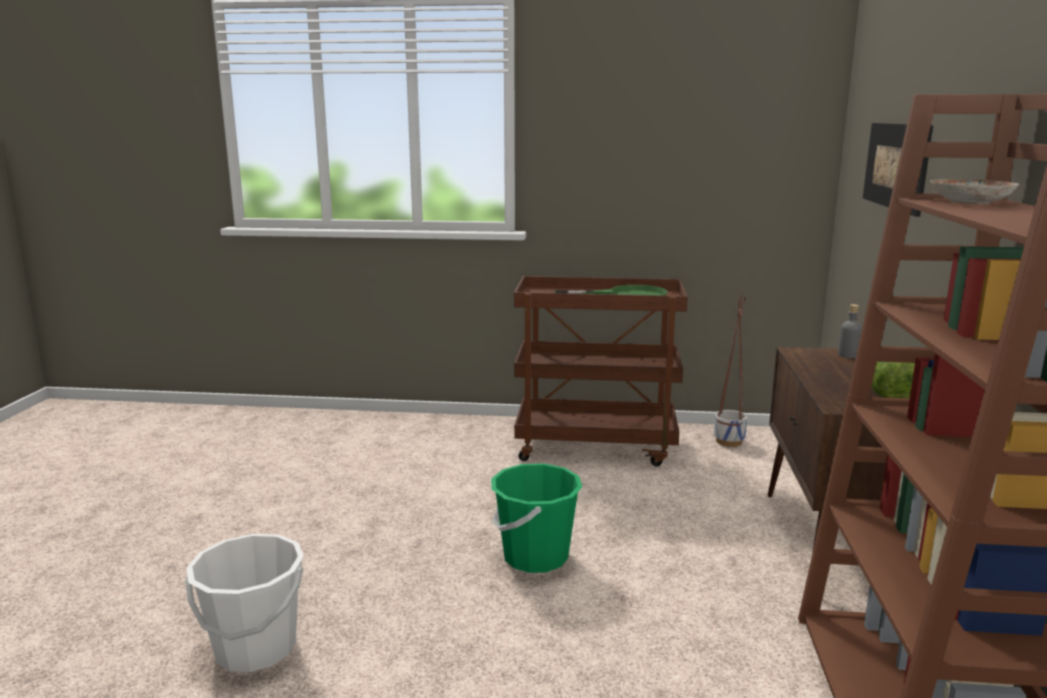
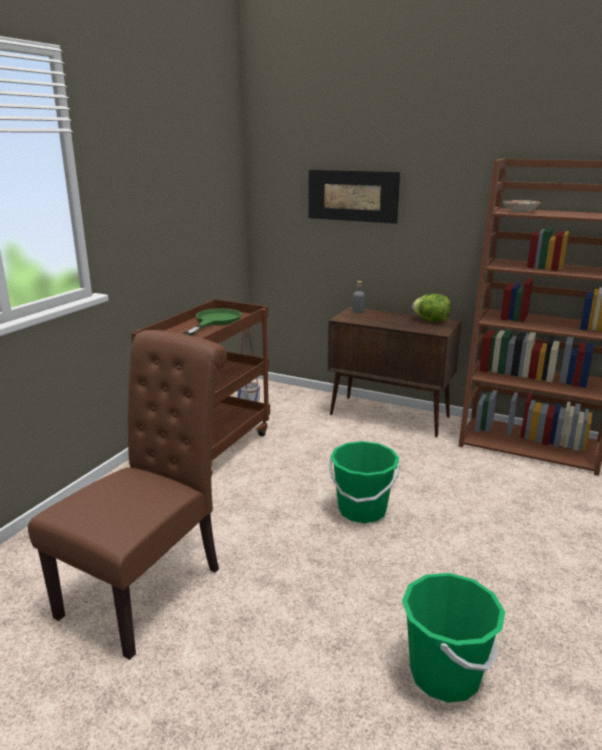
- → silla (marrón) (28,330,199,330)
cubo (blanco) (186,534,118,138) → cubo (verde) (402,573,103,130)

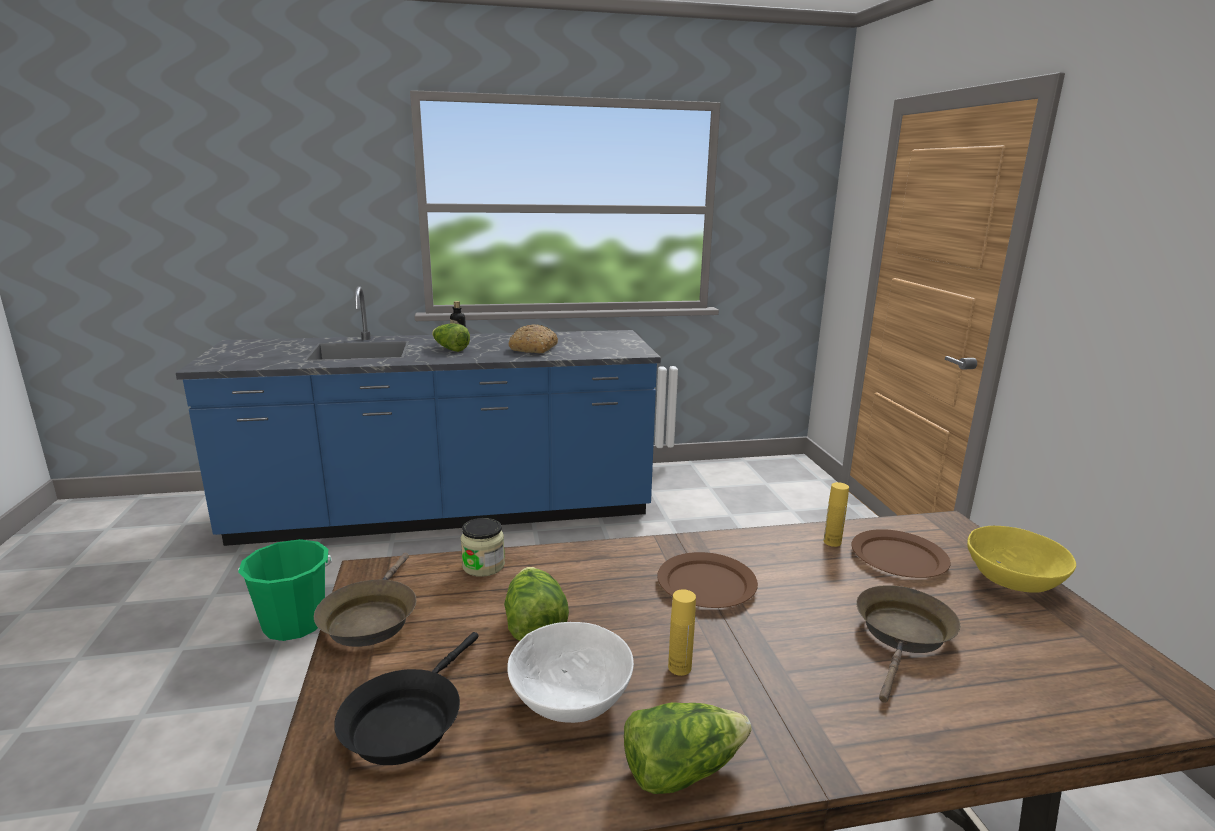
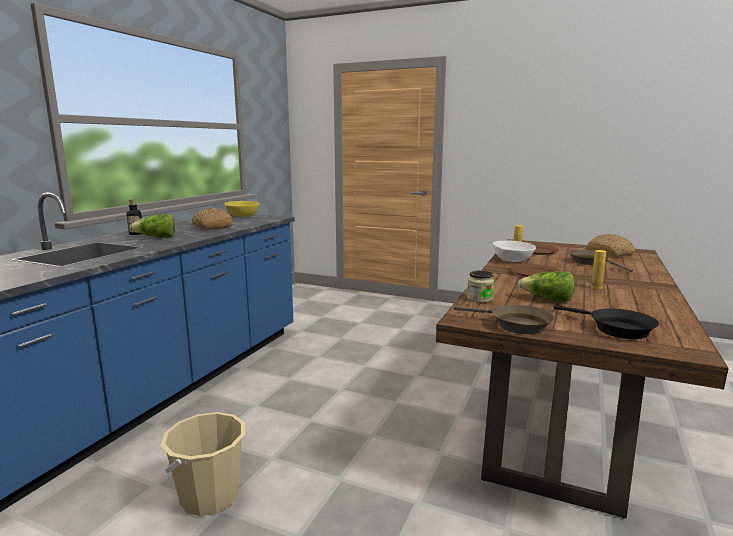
cubo (verde) (238,539,94,102) → cubo (beis) (161,412,84,104)
cuenco (amarillo) (967,526,109,67) → cuenco (amarillo) (224,201,36,16), relocated
cuenco (blanco) (507,622,127,101) → cuenco (blanco) (493,241,43,21), relocated
- → pan (587,234,48,23)
lechuga (624,702,128,92) → -

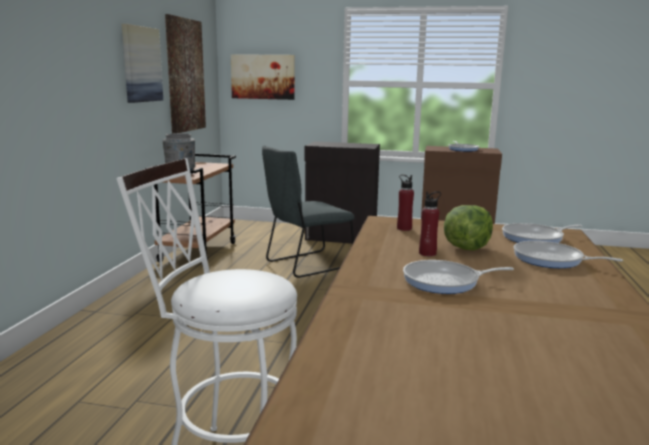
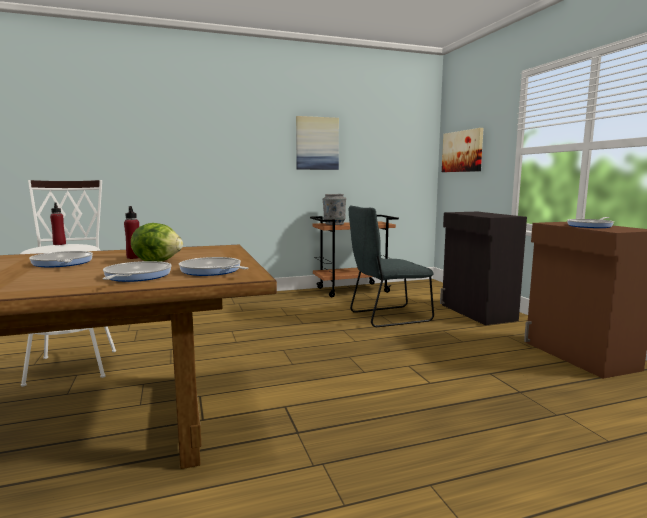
botella (rojo) (397,174,17,57) → botella (rojo) (50,202,16,43), relocated
silla (gris) (262,146,93,132) → silla (gris) (349,206,85,121), 45 degrees counterclockwise
cuadro (165,14,41,120) → -

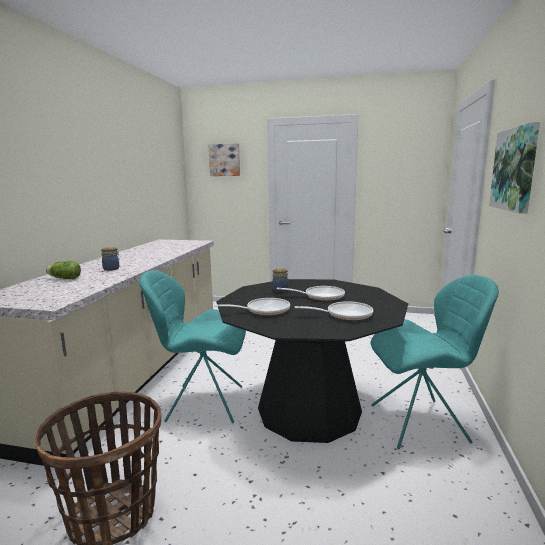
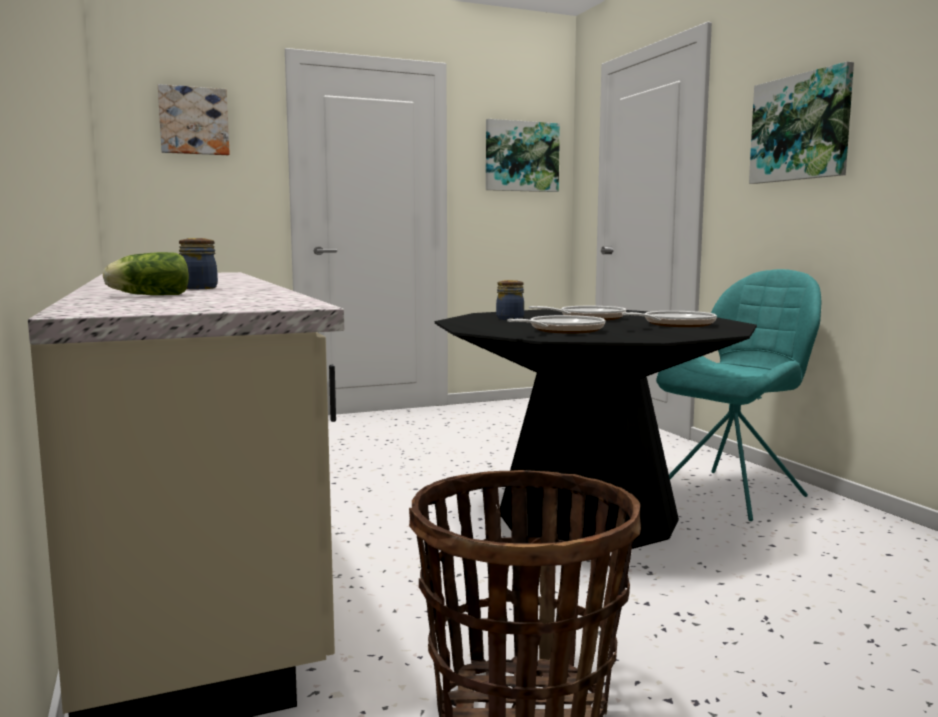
- → cuadro (486,119,74,73)
silla (turquesa) (139,270,107,153) → -

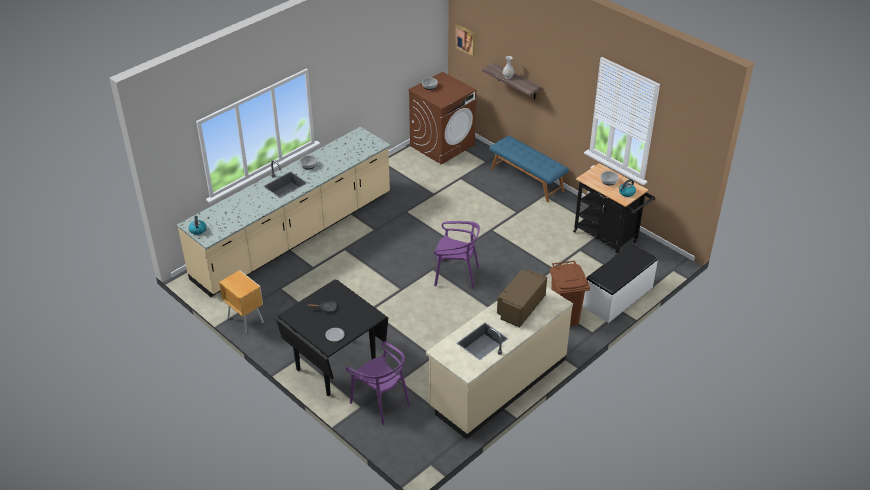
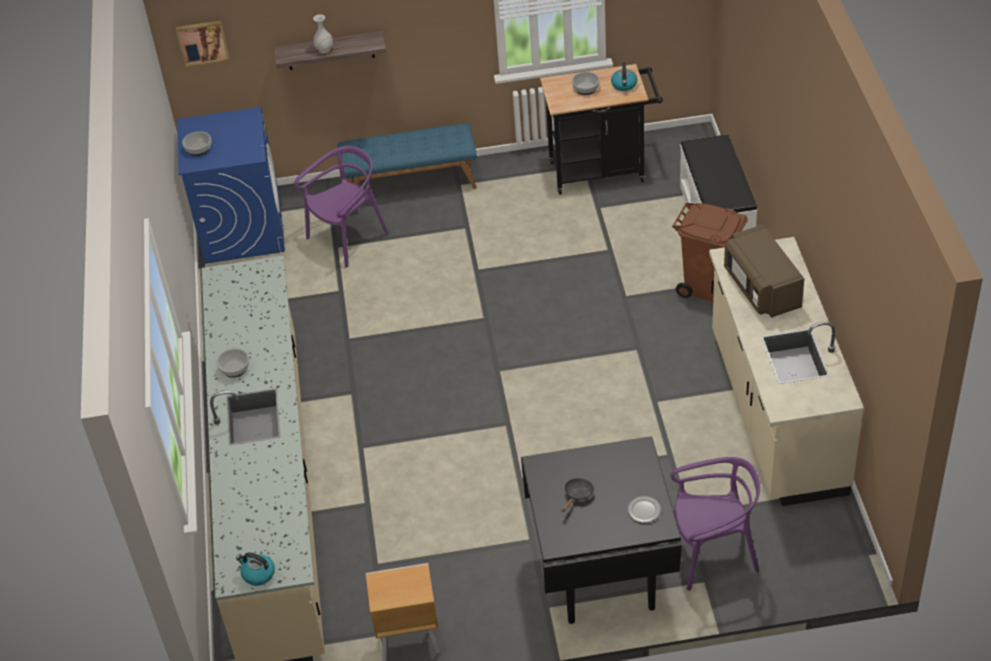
lavadora (marrón) (408,72,68,93) → lavadora (azul) (177,107,108,157)
silla (morado) (434,221,46,67) → silla (morado) (294,146,95,122), relocated

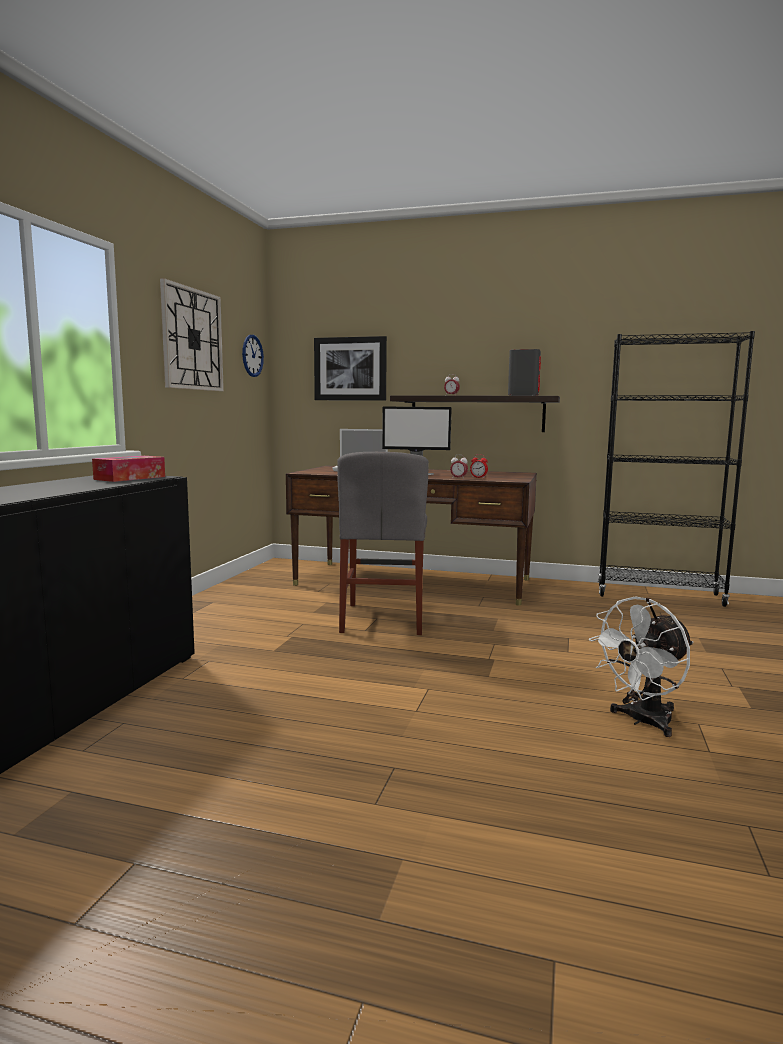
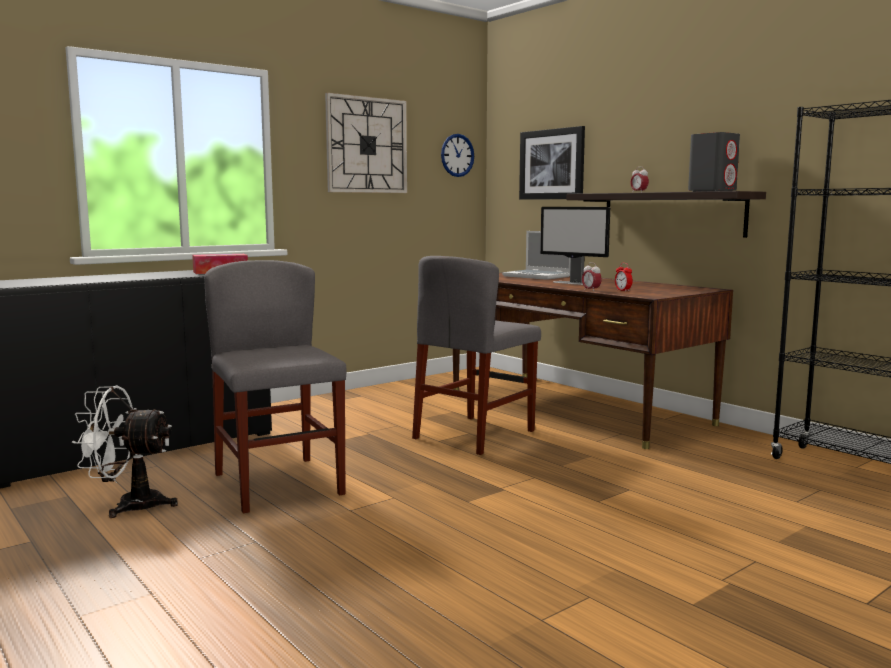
ventilador (blanco) (589,596,104,141) → ventilador (blanco) (72,386,106,132), relocated
- → silla (gris) (204,260,142,253)

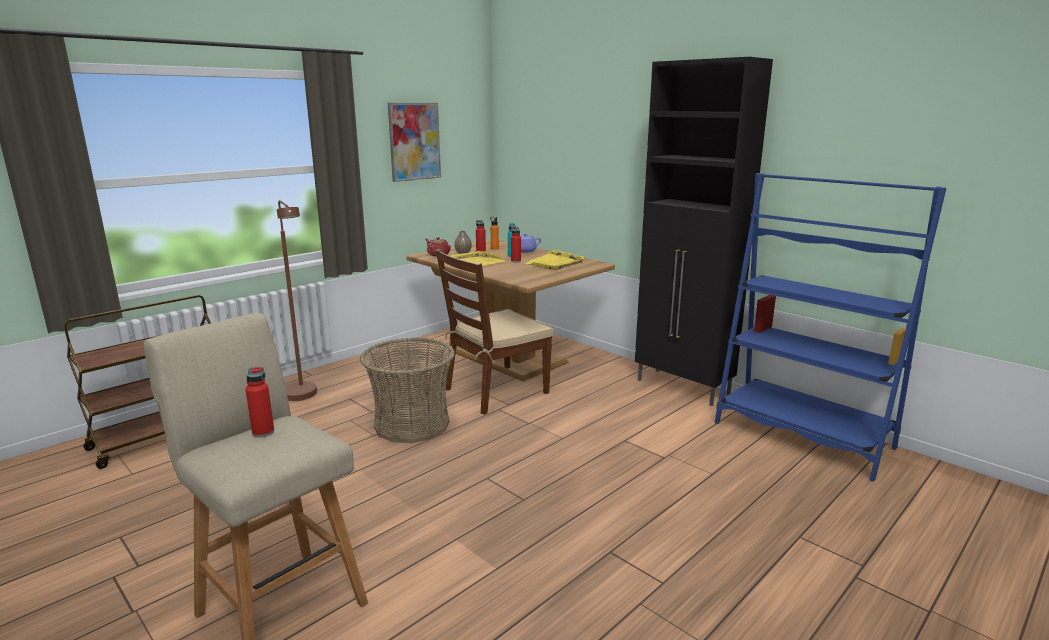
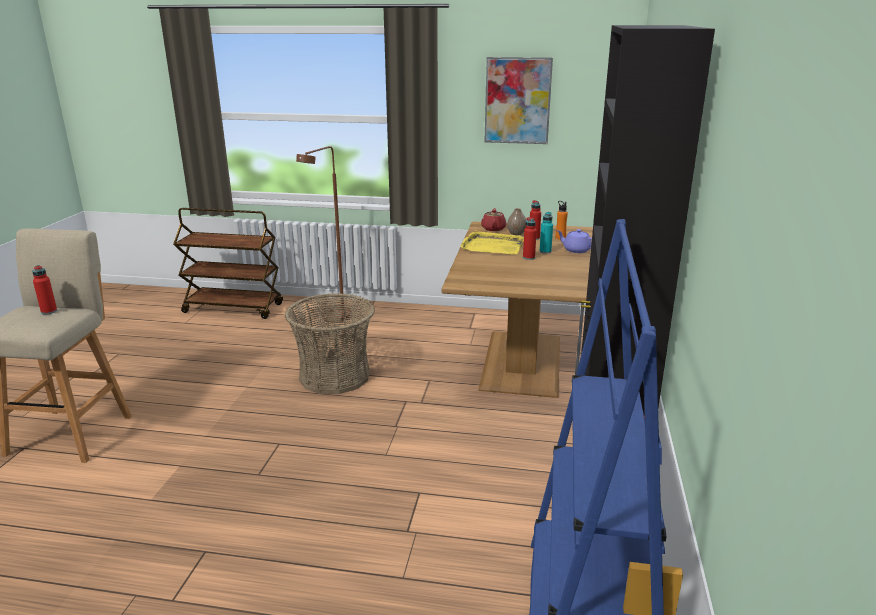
silla (marrón) (436,249,117,166) → -
bandeja (amarillo) (525,250,60,20) → -

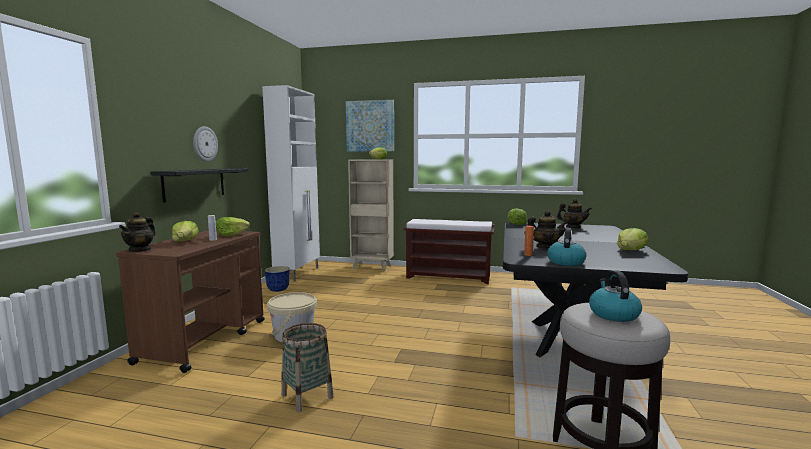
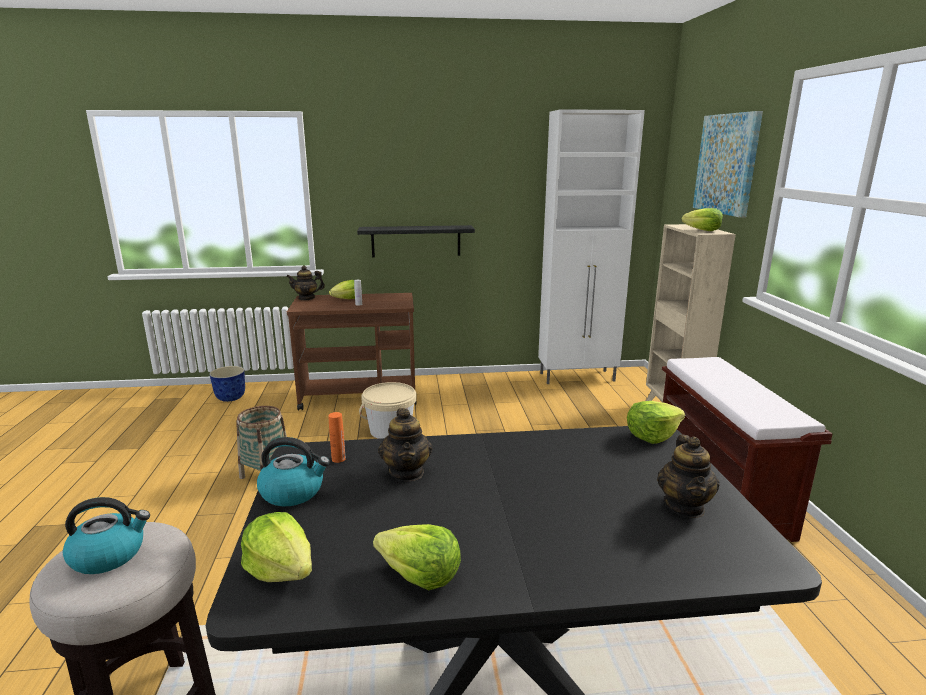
maceta (265,266,25,26) → maceta (209,366,36,36), relocated
lechuga (216,217,34,19) → lechuga (241,512,71,70), relocated
reloj de pared (193,126,25,36) → -

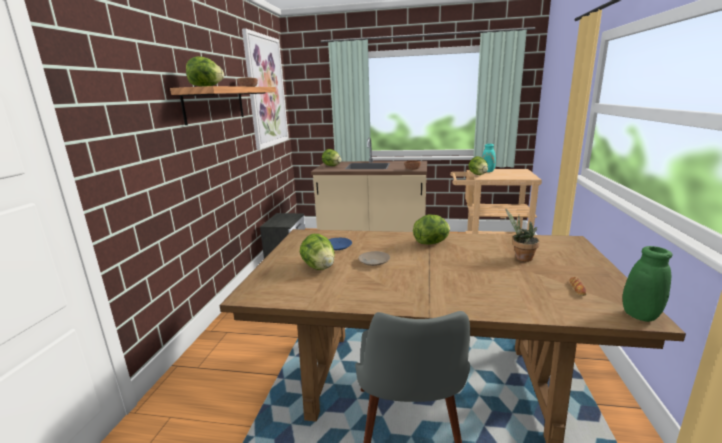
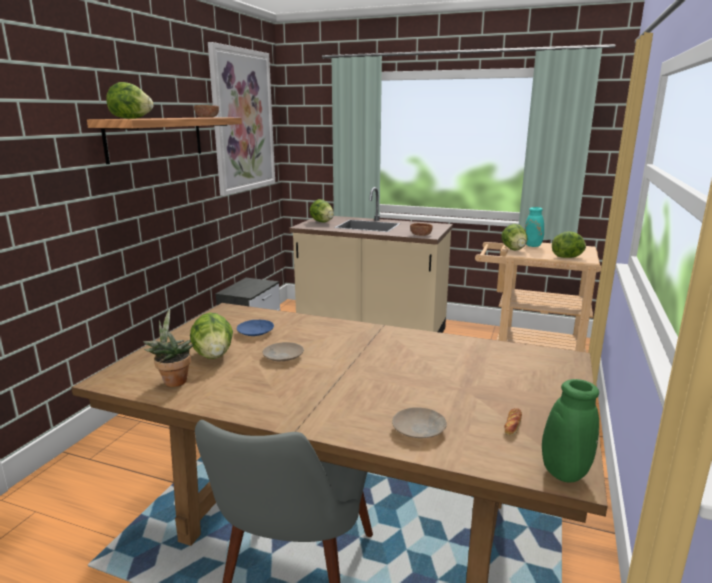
planta en maceta (505,208,35,54) → planta en maceta (143,309,50,78), relocated
- → plato (beis) (392,407,55,31)
lechuga (413,215,37,29) → lechuga (552,231,34,27), relocated

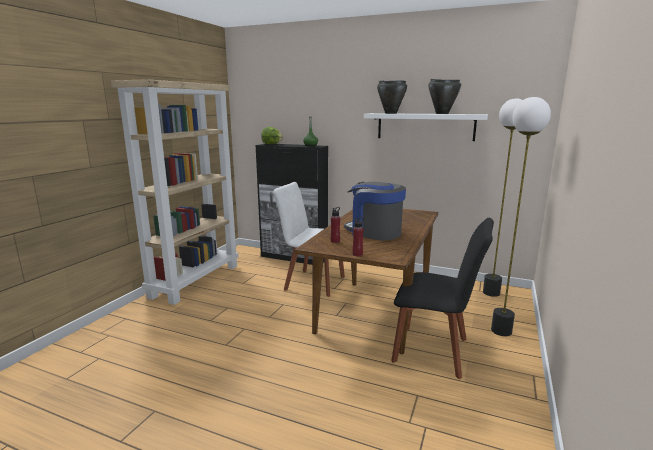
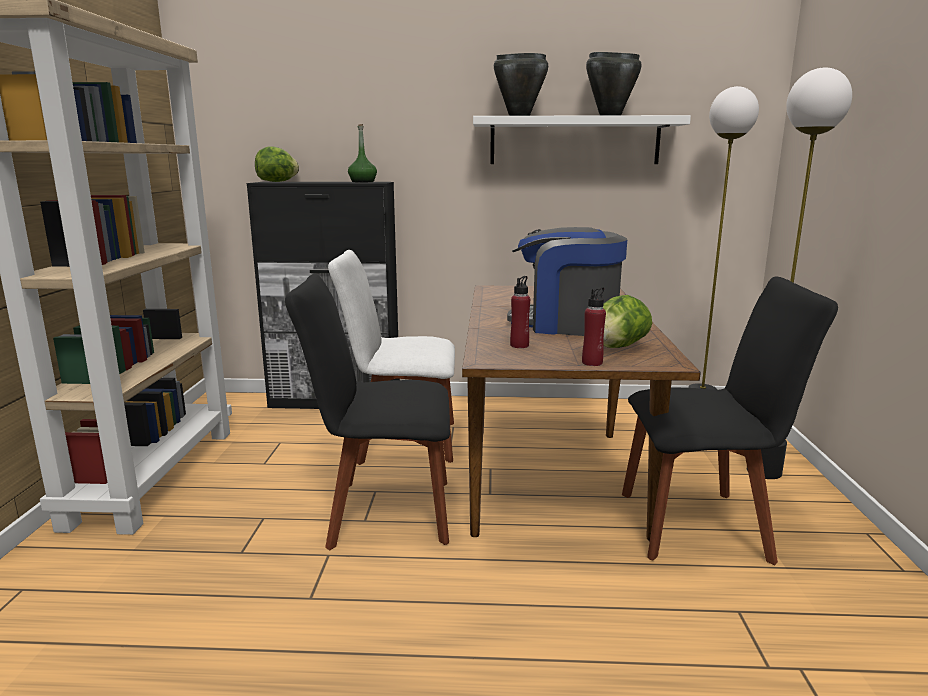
- → silla (negro) (285,274,165,277)
- → lechuga (603,295,49,53)

